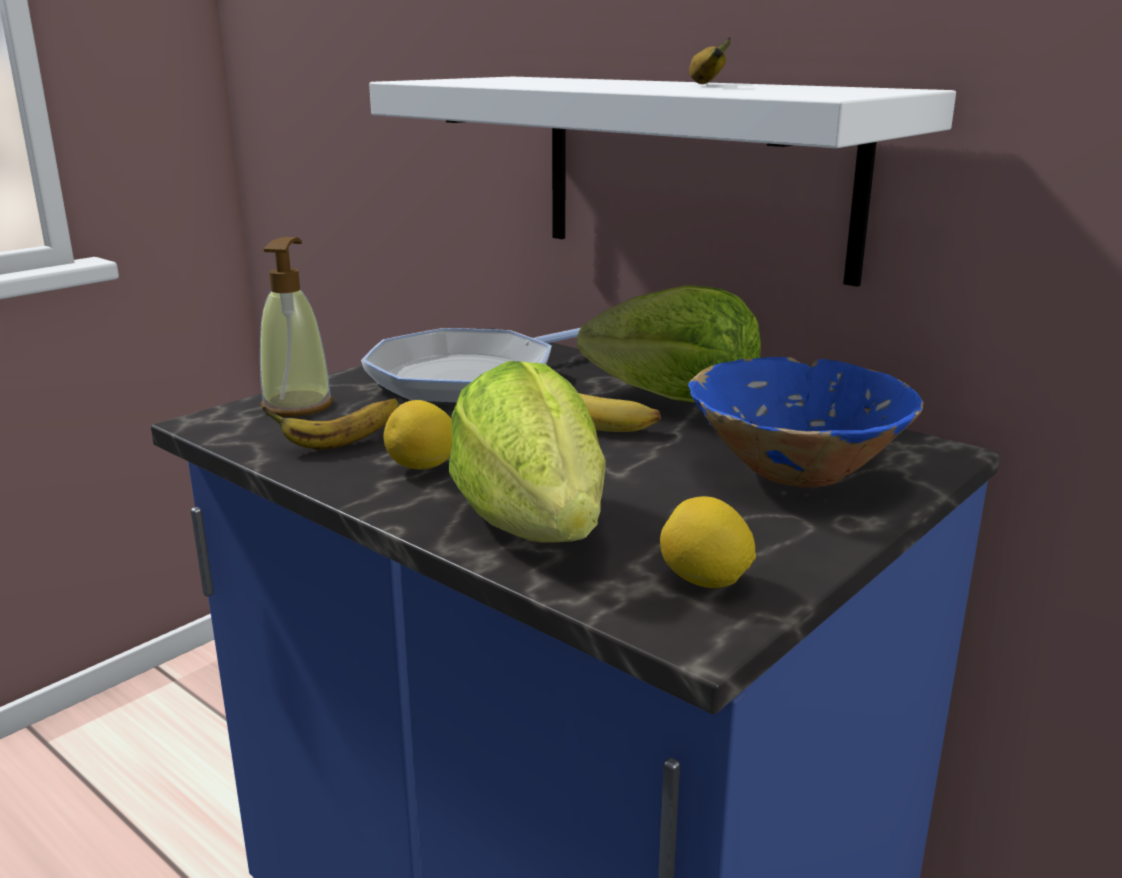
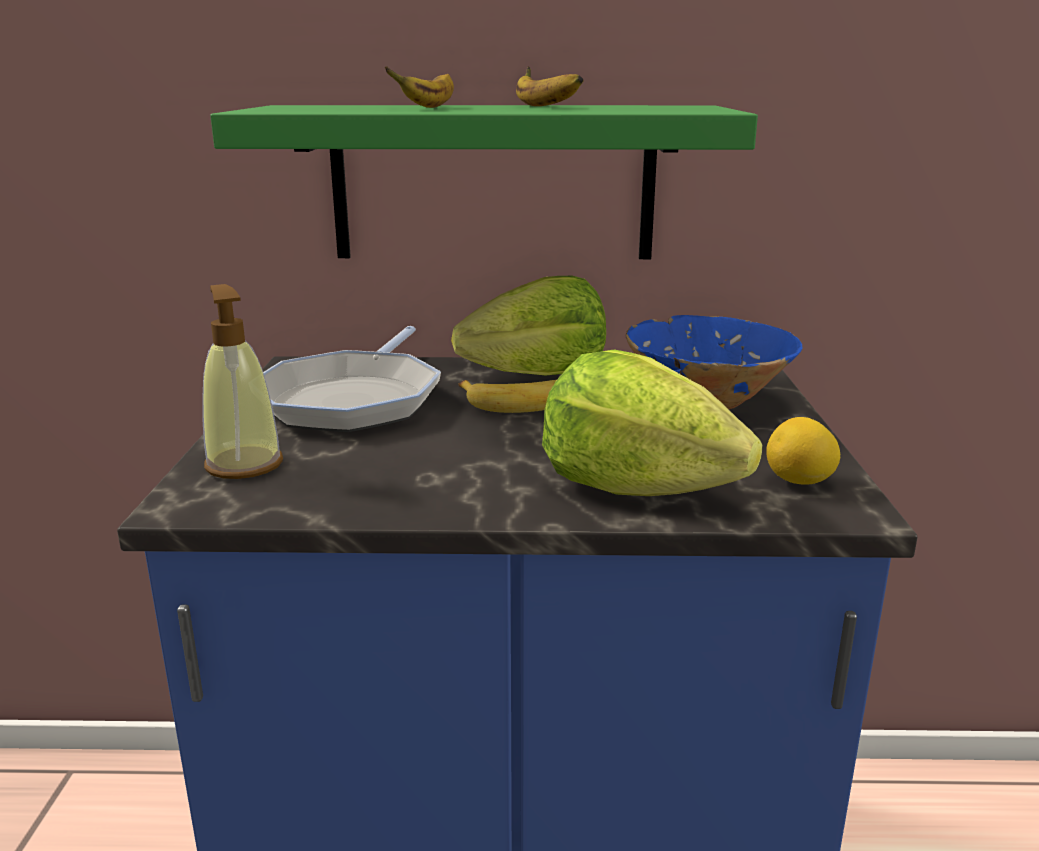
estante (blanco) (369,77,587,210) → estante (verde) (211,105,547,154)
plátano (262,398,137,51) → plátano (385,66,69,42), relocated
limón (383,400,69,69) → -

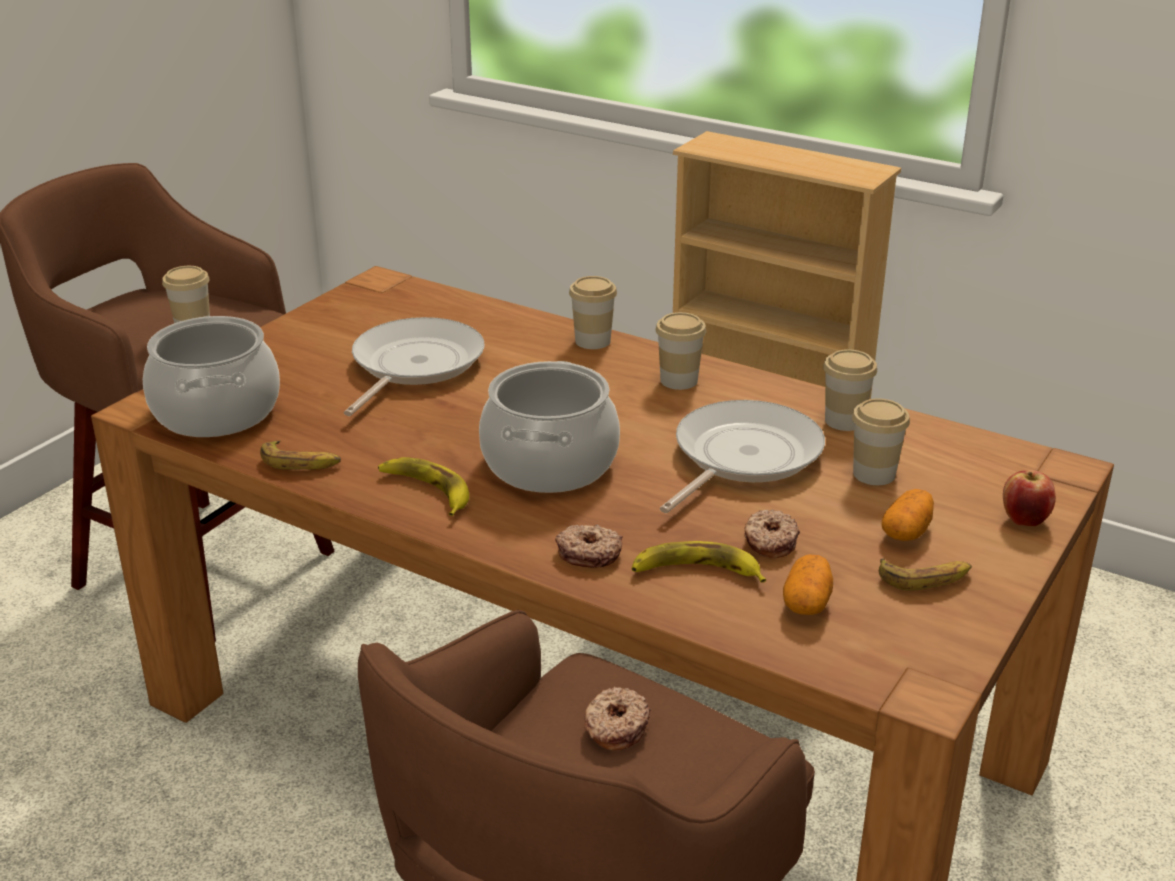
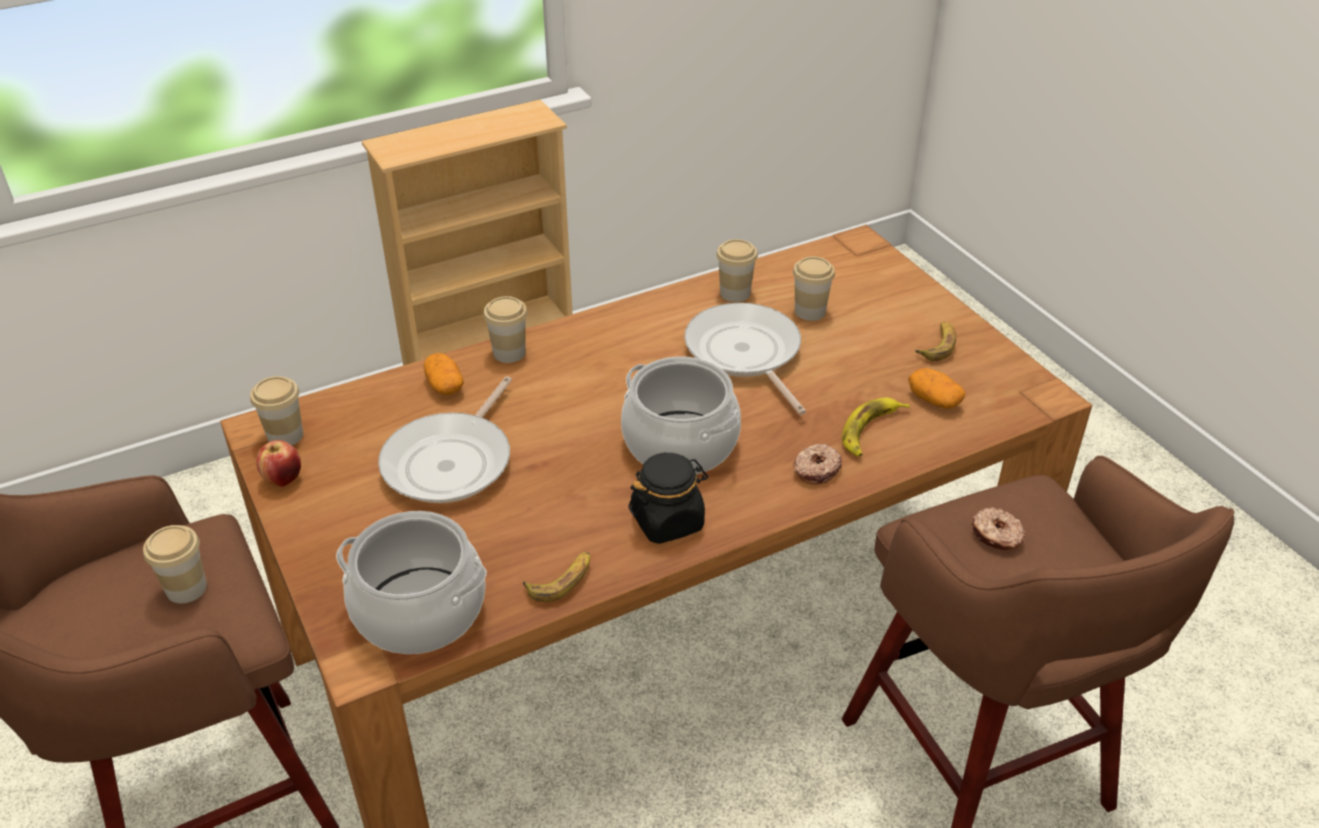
taza (656,312,50,78) → taza (250,376,53,69), relocated
manzana (1003,470,53,56) → manzana (256,440,45,47), relocated
sartén (344,317,141,99) → sartén (378,376,134,127), 120 degrees counterclockwise
patata (881,489,53,52) → patata (423,353,41,42), relocated
plátano (378,457,91,59) → tarro (negro) (629,453,79,91)
rosquilla (744,509,56,49) → -

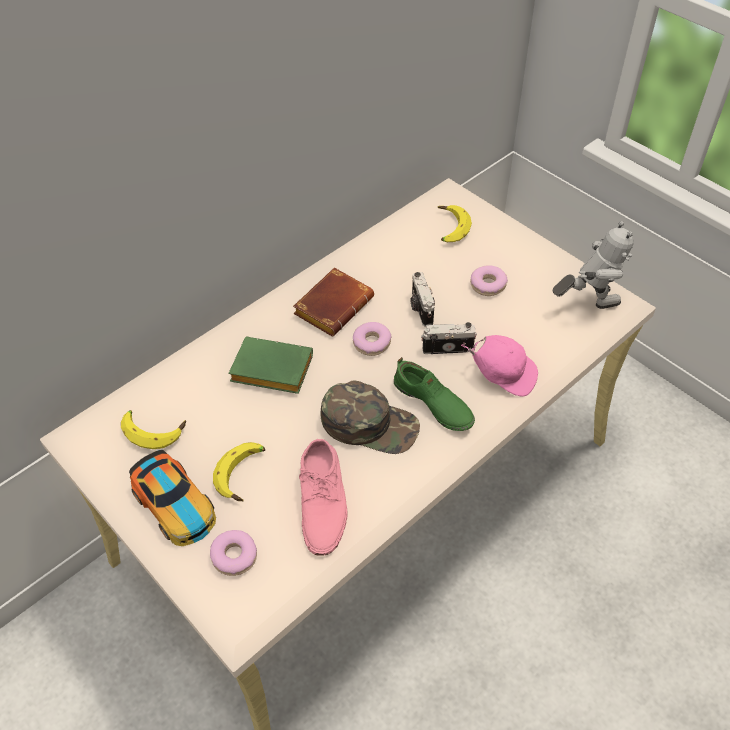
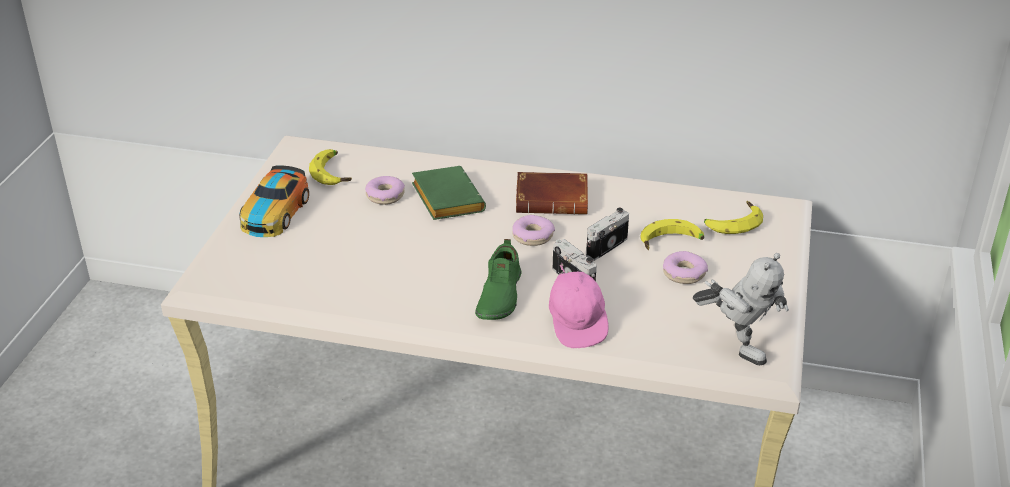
rosquilla (210,530,47,46) → rosquilla (365,176,40,29), relocated
plátano (213,442,52,59) → plátano (640,219,64,31), relocated
zapato (rosa) (299,439,49,117) → -
gorra (verde) (320,380,100,74) → -

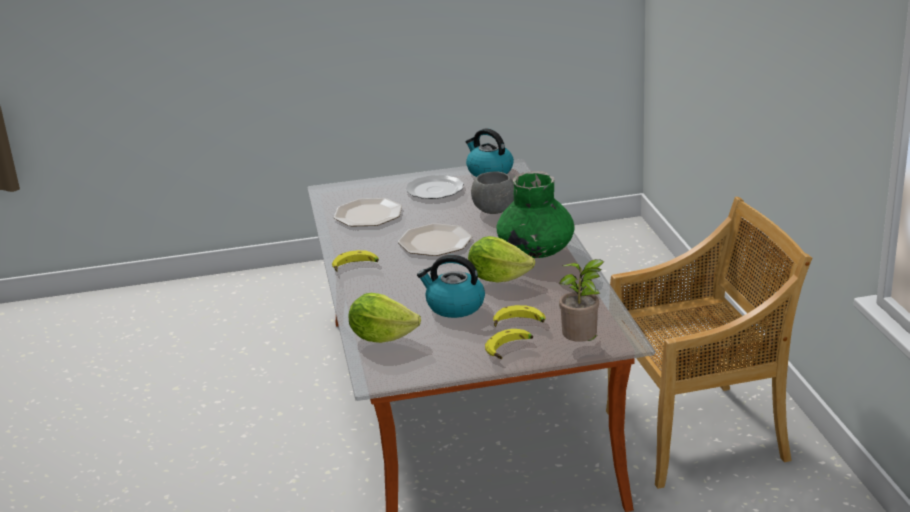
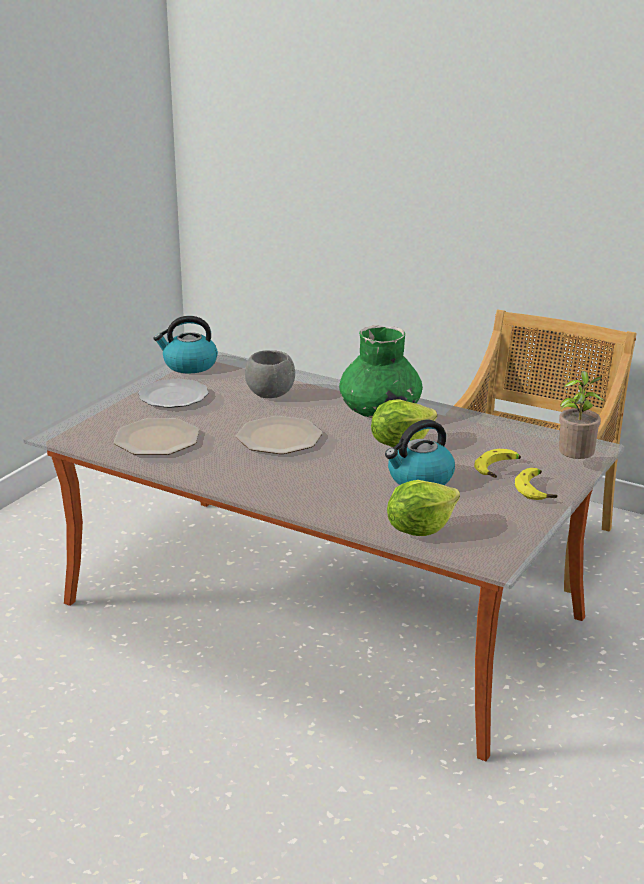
plátano (332,250,47,22) → -

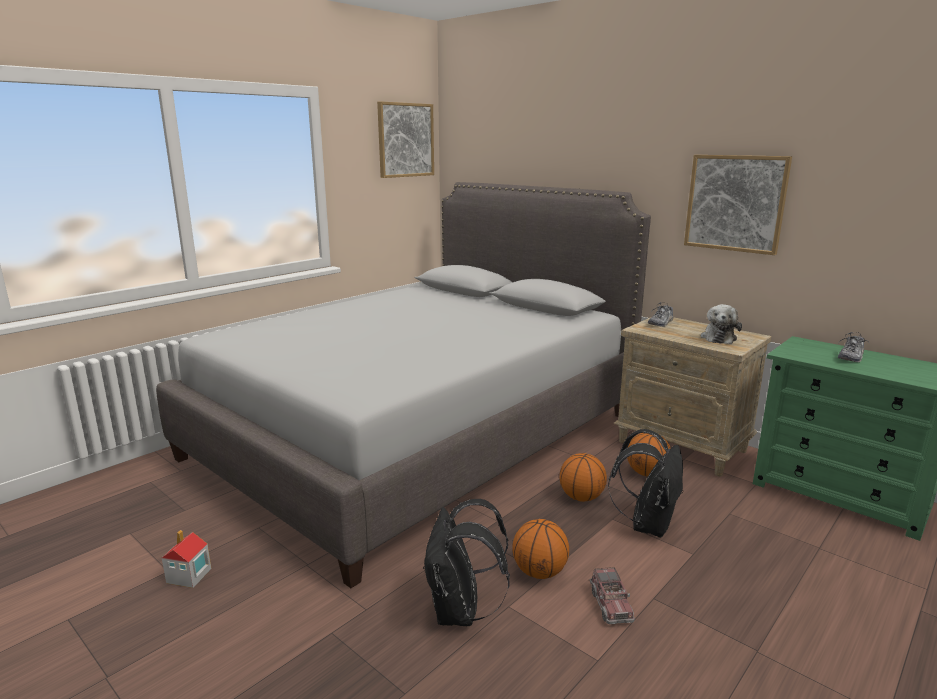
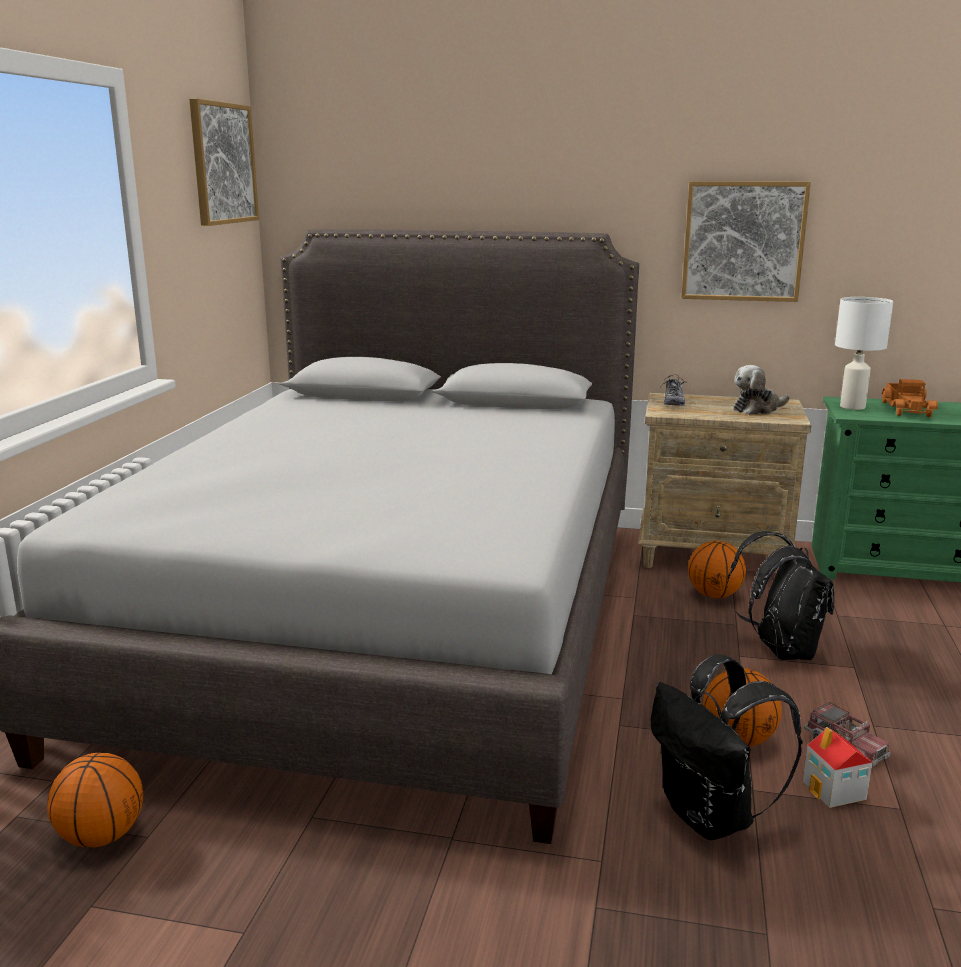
balón de baloncesto (559,453,48,49) → balón de baloncesto (47,753,96,94), relocated
peluche (701,304,41,40) → peluche (733,365,56,50), 75 degrees clockwise
casita (162,530,50,58) → casita (803,727,70,81), relocated
- → lámpara de mesa (blanco) (835,297,58,113)
zapato (838,332,32,31) → camión de juguete (881,379,57,38)

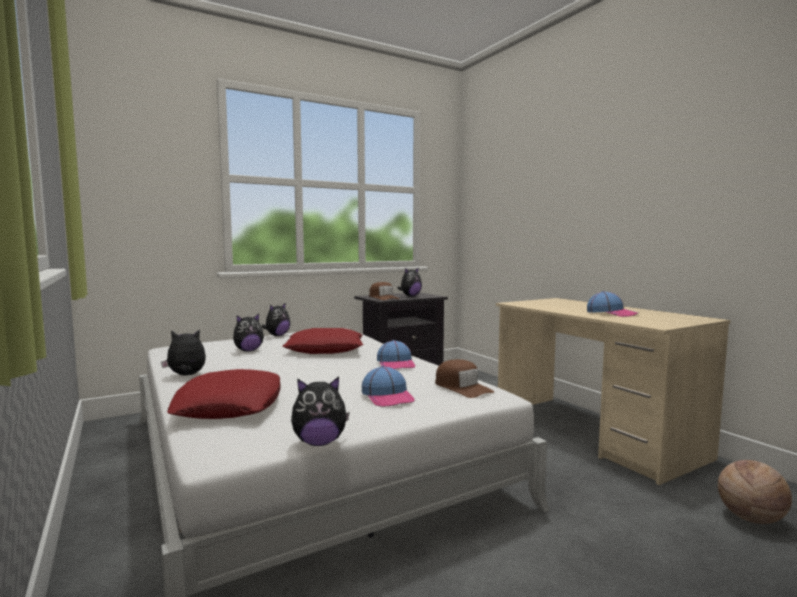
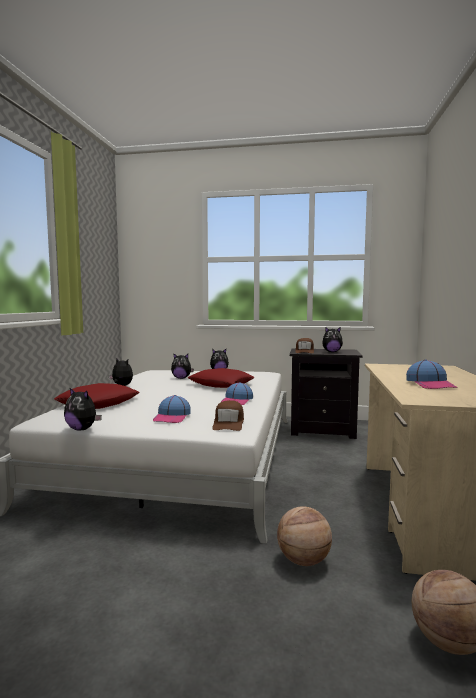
- → balón de baloncesto (277,506,55,60)

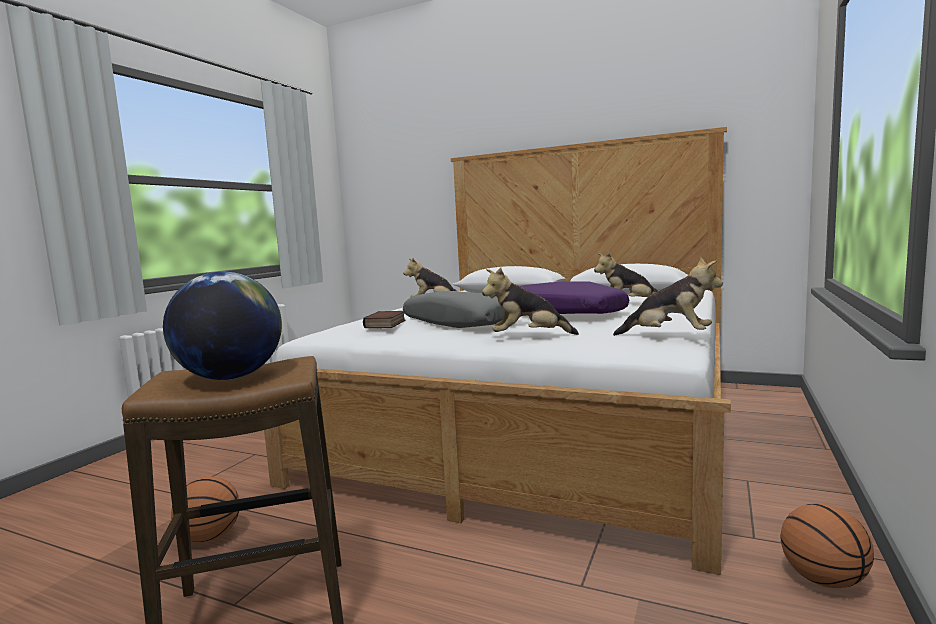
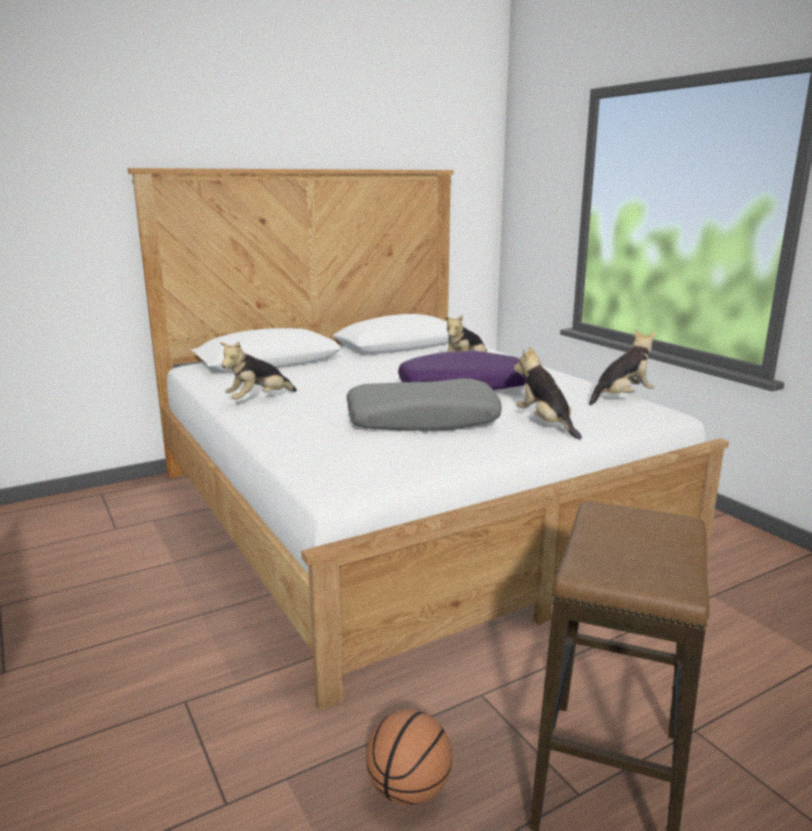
peluche (482,267,97,68) → peluche (514,347,68,93), 120 degrees clockwise
globo terráqueo (163,272,119,108) → -
libro (363,311,43,17) → -
balón de baloncesto (780,503,94,85) → -

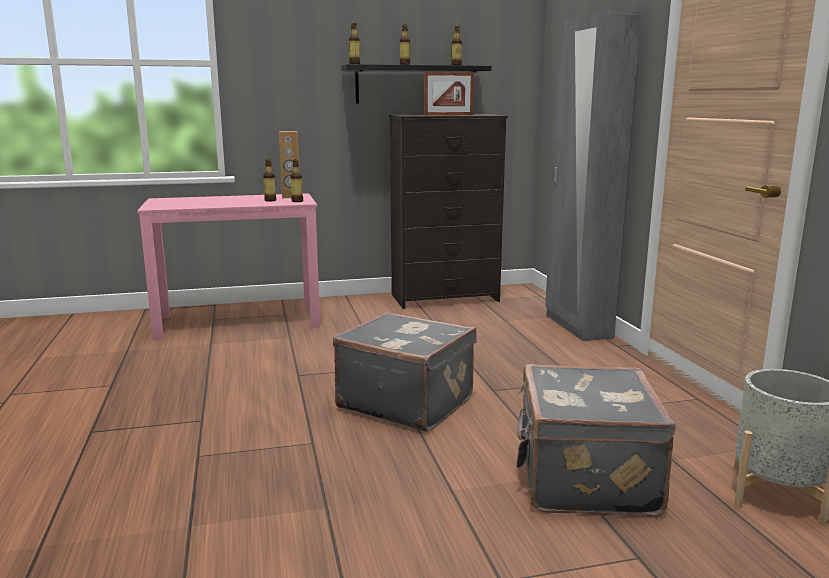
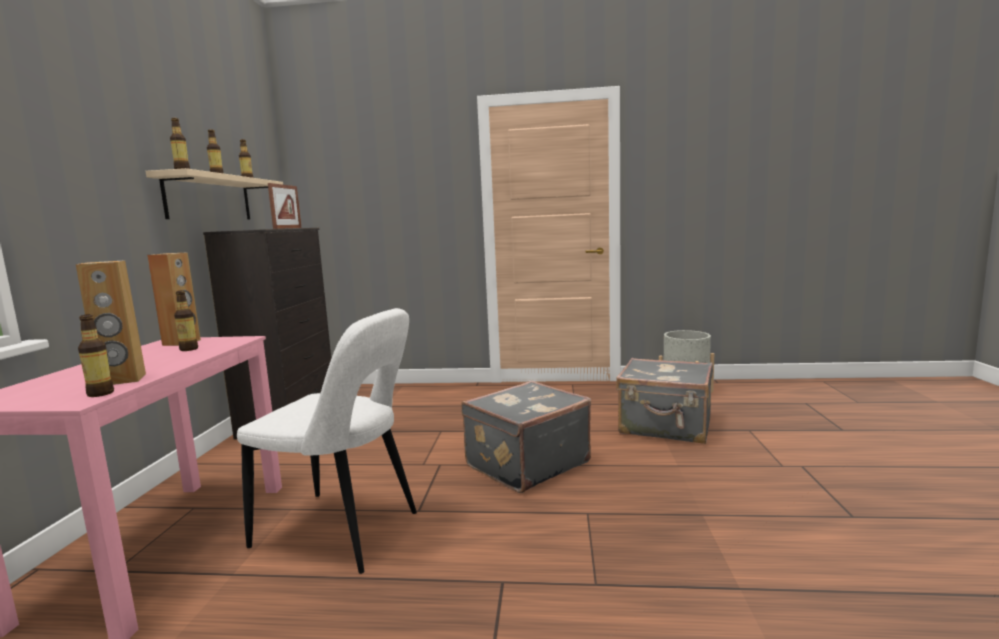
- → altavoz (marrón) (76,260,70,125)
botella (291,159,12,43) → botella (78,314,36,83), relocated
estante (negro) (341,64,151,39) → estante (beis) (145,168,138,51)
- → silla (blanco) (237,308,180,266)
armario ropero (gris) (545,11,96,330) → -

